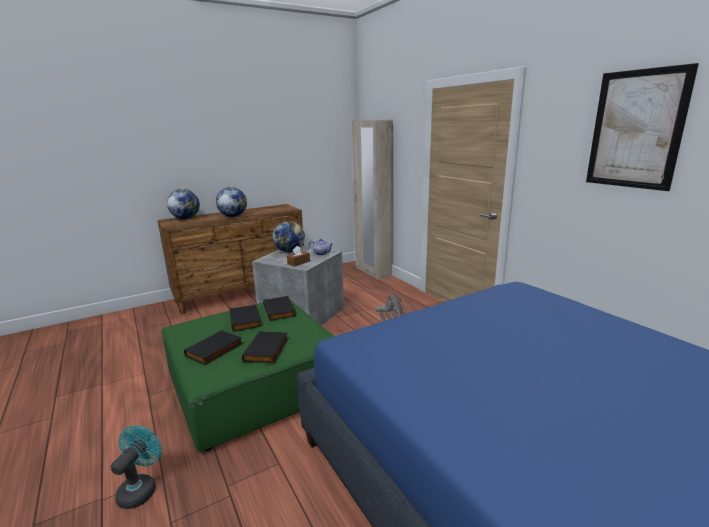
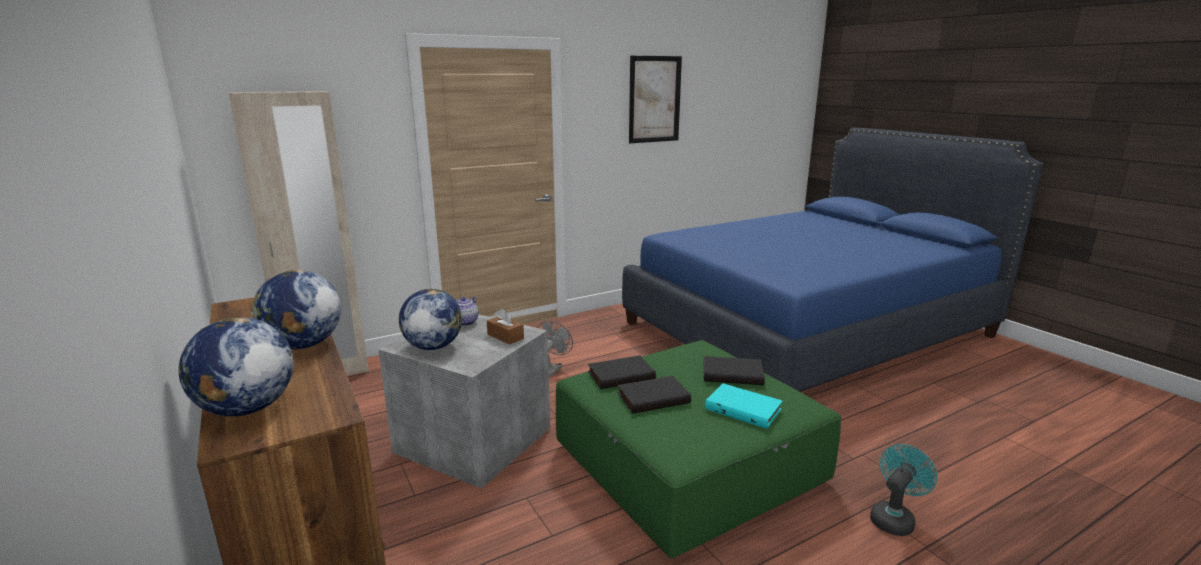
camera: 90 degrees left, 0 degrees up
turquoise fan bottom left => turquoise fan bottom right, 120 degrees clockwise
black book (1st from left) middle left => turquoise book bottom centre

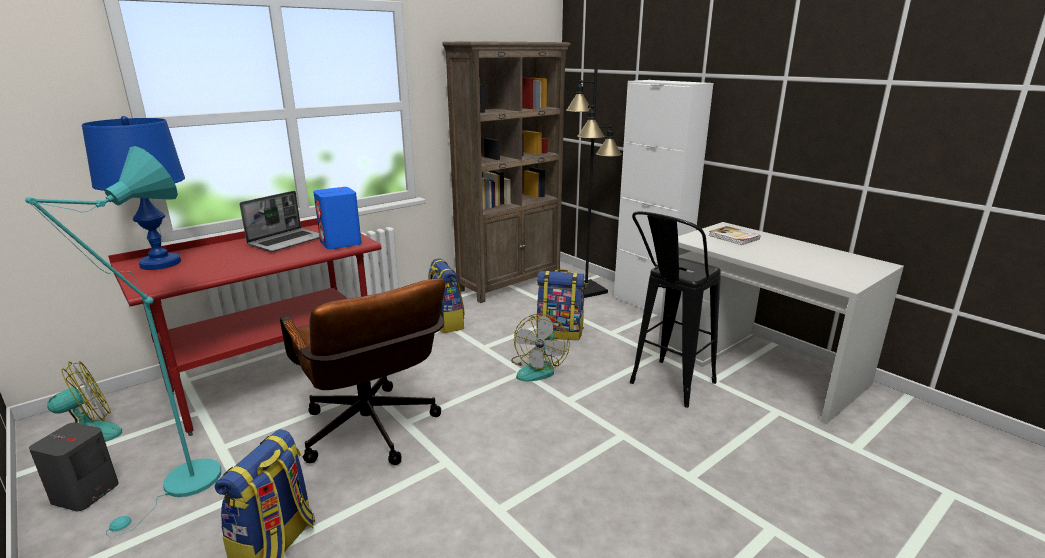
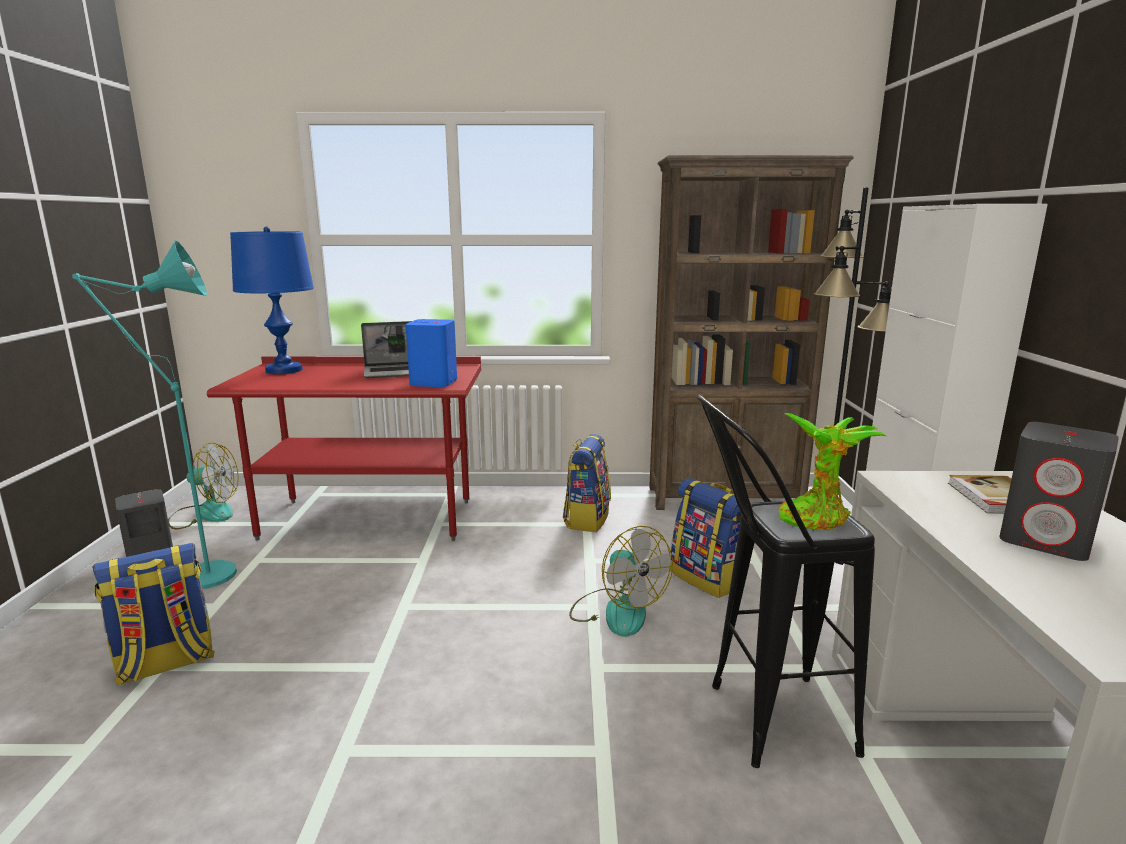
camera: 40 degrees right, 5 degrees down
brown office chair bottom centre => nothing
fan (2nd from left) centre => fan (2nd from left) bottom centre, 90 degrees counterclockwise
nothing => potted plant middle right
nothing => grey speaker (2nd from left) middle right

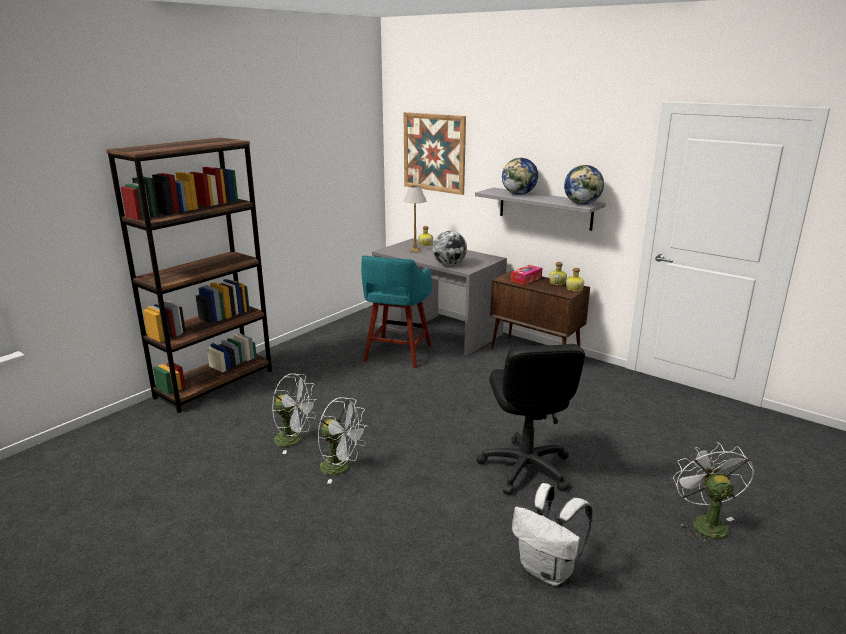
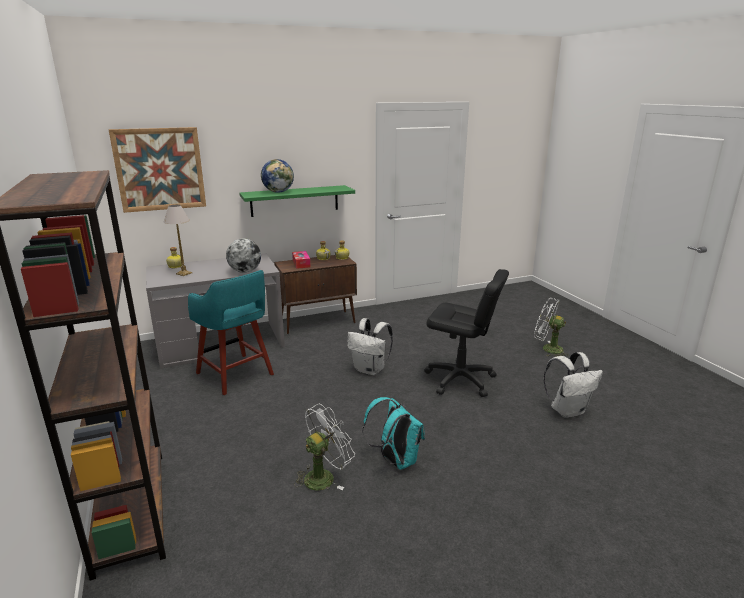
camera: 60 degrees left, 0 degrees up
white fan (2nd from left) bottom centre => turquoise backpack bottom centre
grey shelf top centre => green shelf centre
globe (3rd from left) top right => nothing
nothing => white backpack (1st from left) centre

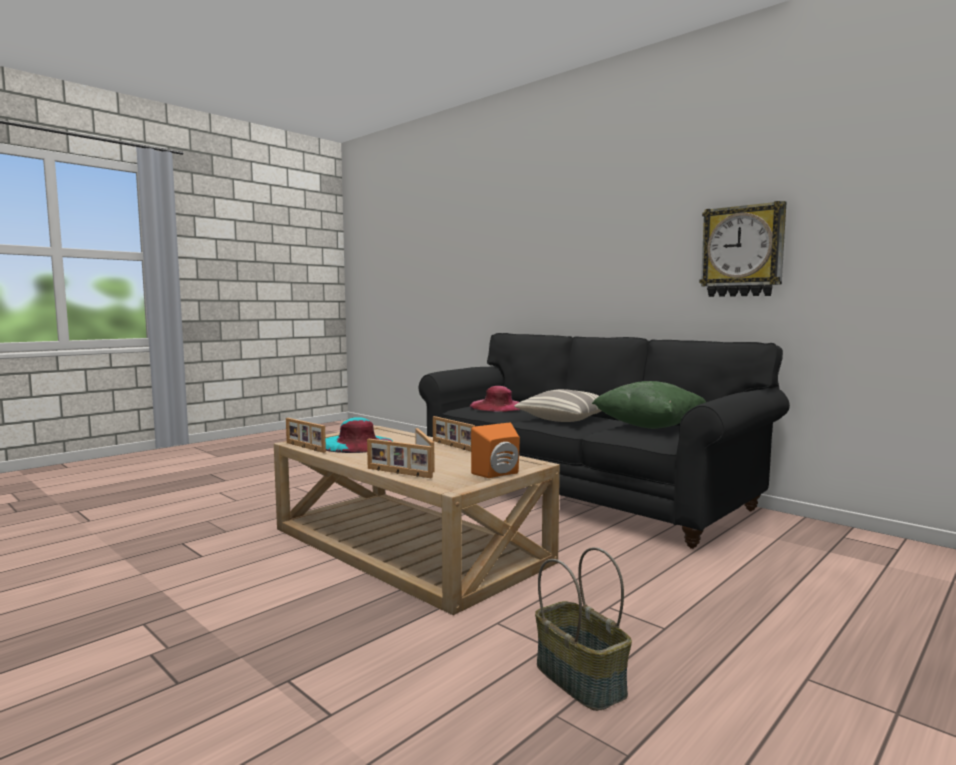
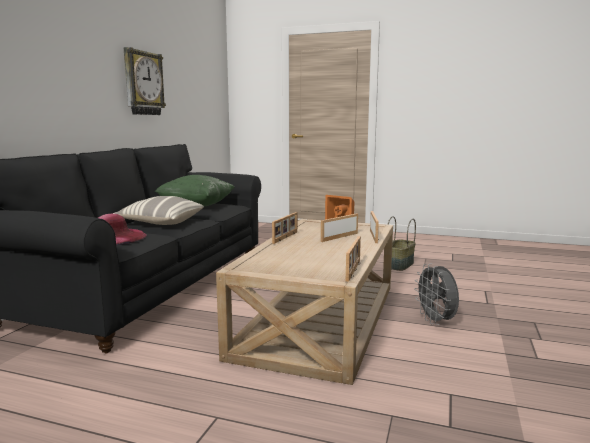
camera: 115 degrees left, 5 degrees up
turquoise hat centre => nothing
nothing => grey fan middle right

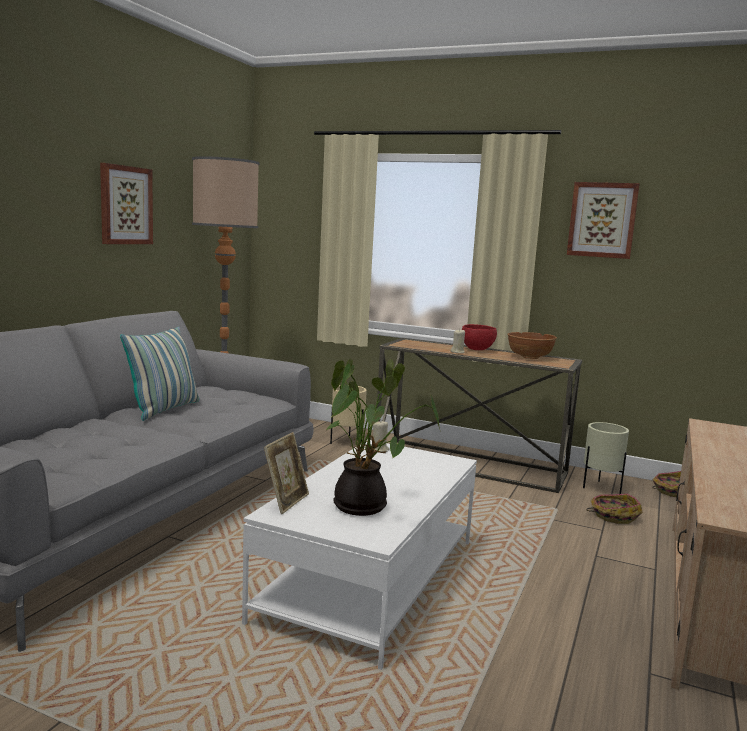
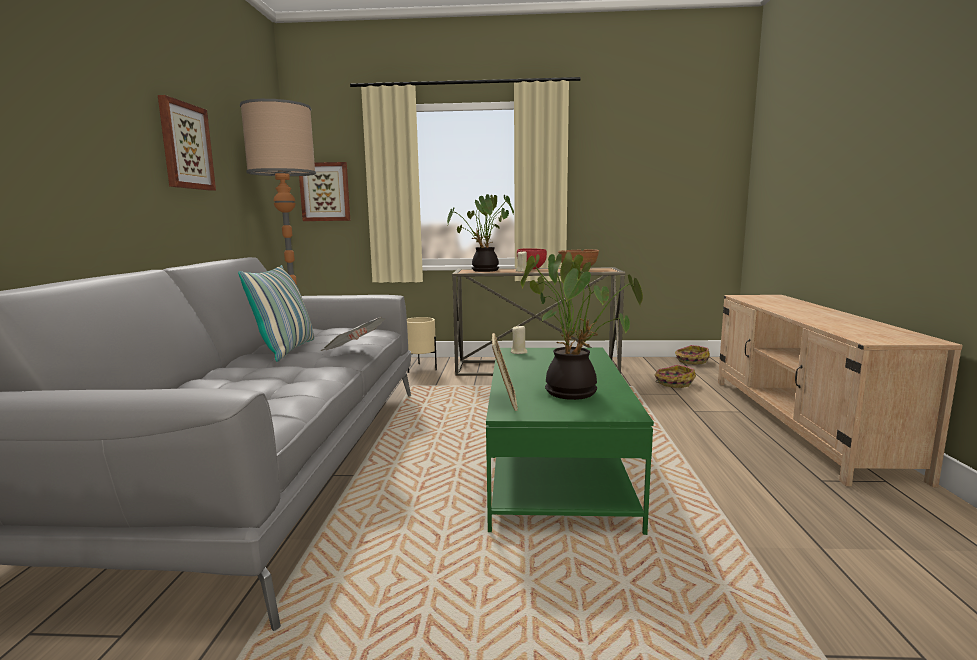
camera: 20 degrees left, 0 degrees up
white coffee table bottom centre => green coffee table bottom centre
picture (2nd from left) top right => picture (2nd from left) top left, moved
beige planter (2nd from left) middle right => nothing
nothing => newspaper centre
nothing => potted plant (1st from left) centre

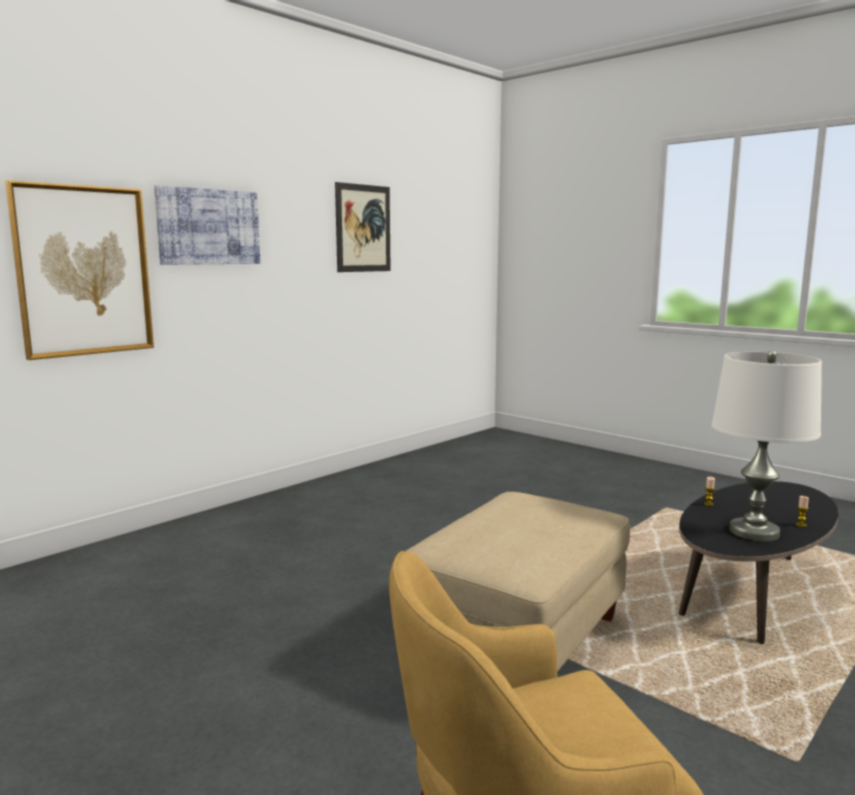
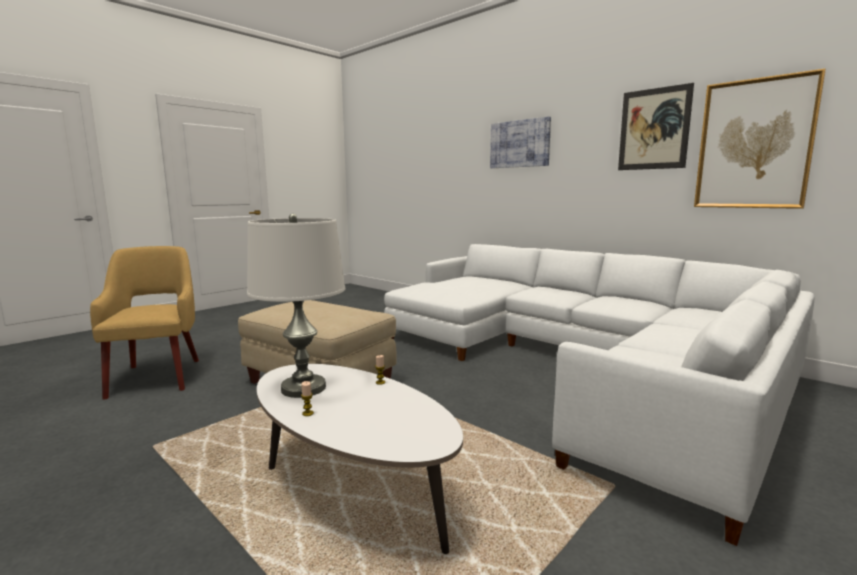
camera: 90 degrees right, 0 degrees up
picture (1st from left in the first image) middle left => picture (3rd from left) top right, moved
black coffee table bottom right => white coffee table bottom centre
nothing => white sofa bottom right

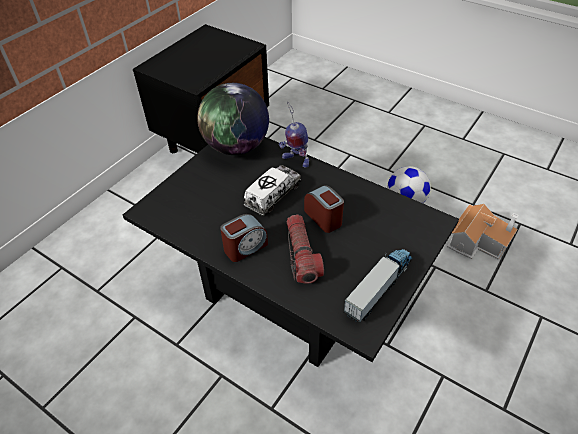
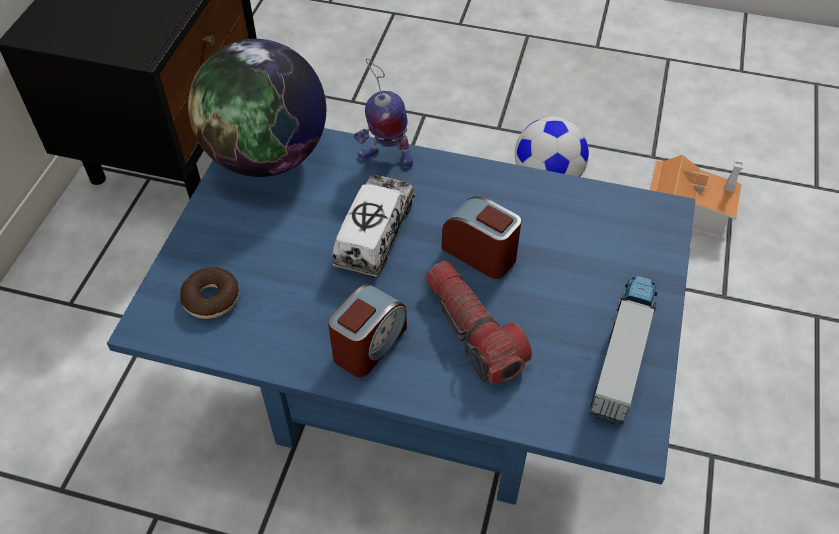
camera: 20 degrees left, 5 degrees up
black coffee table centre => blue coffee table centre
nothing => donut middle left

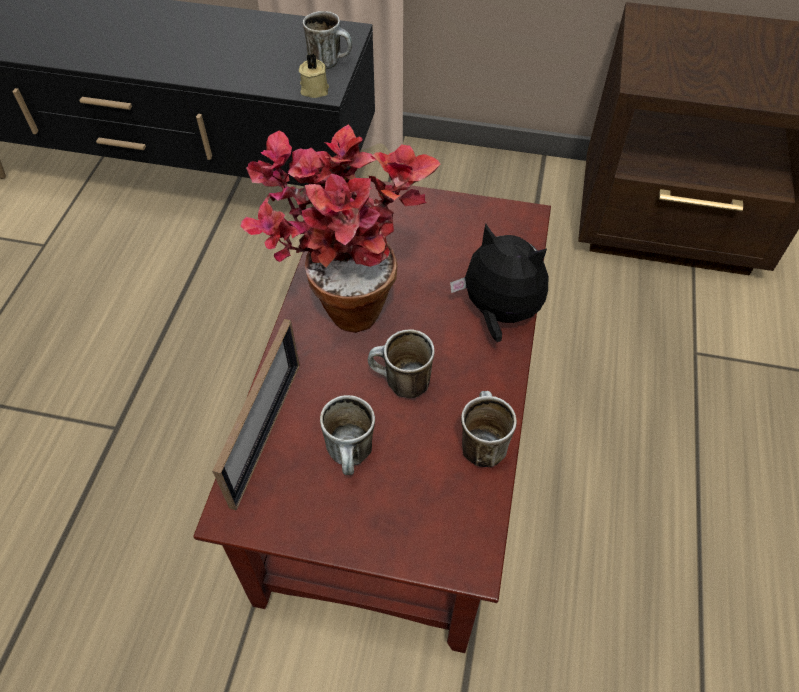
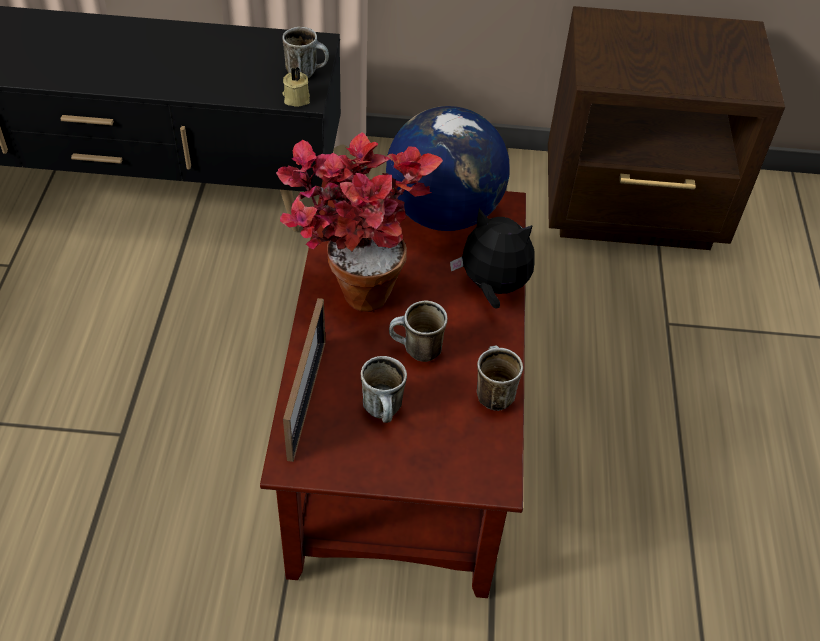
camera: 10 degrees left, 5 degrees down
nothing => globe top centre

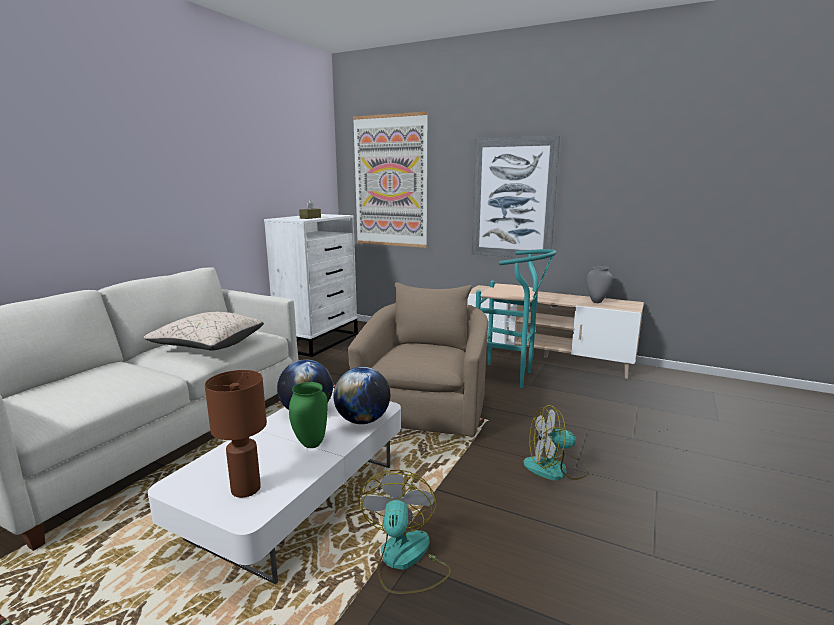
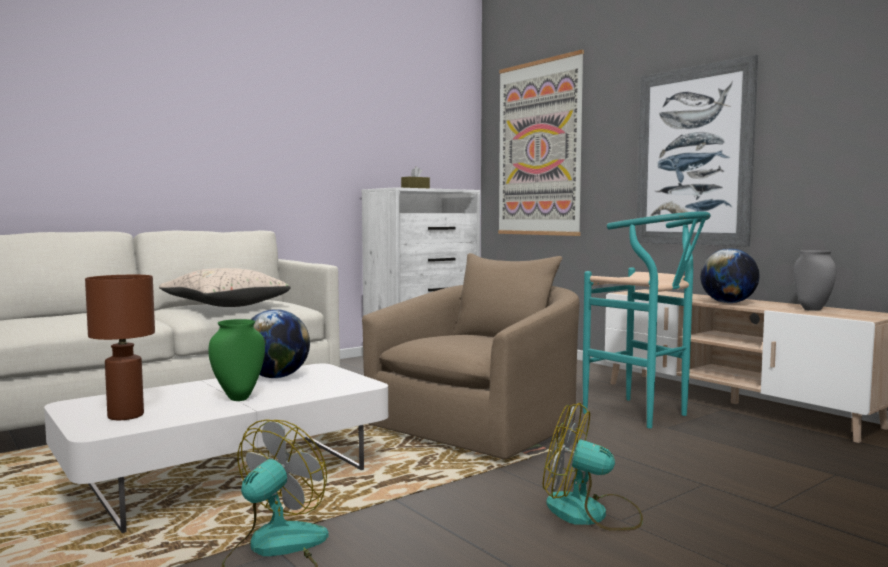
camera: 25 degrees right, 10 degrees down
globe (2nd from left) centre => globe (2nd from left) middle right, moved

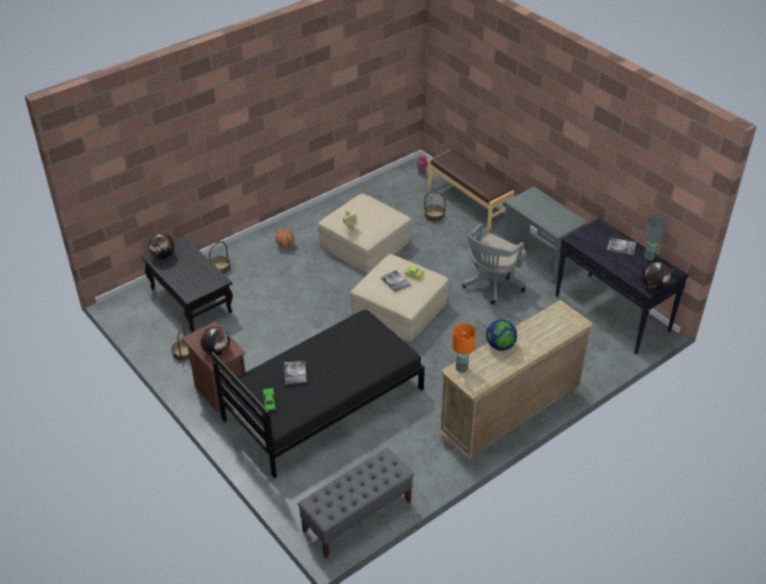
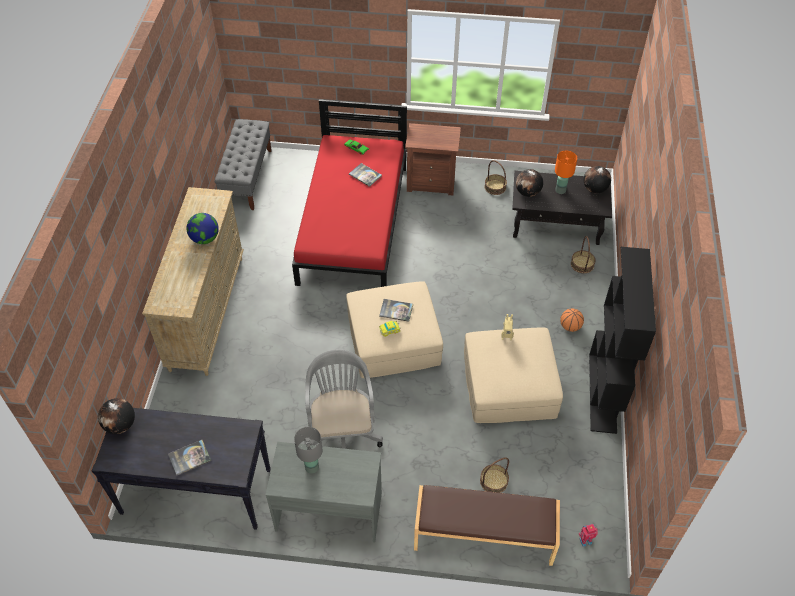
camera: 135 degrees right, 10 degrees up
globe (2nd from left in the first image) middle left => globe (3rd from left) top centre, moved
black bed bottom centre => red bed top centre
orange table lamp centre => orange table lamp top right, moved
grey table lamp middle right => grey table lamp bottom centre, moved
nothing => black bookcase middle right

